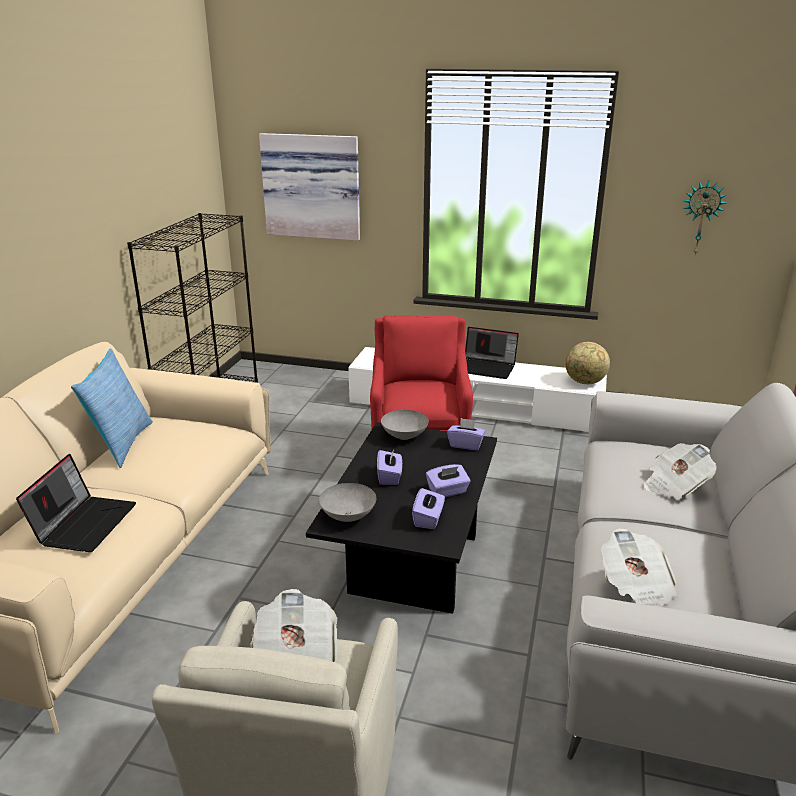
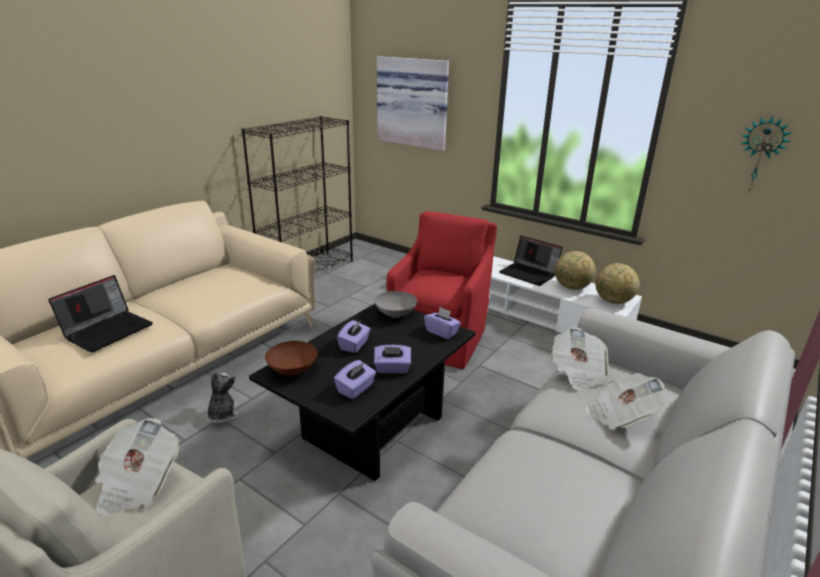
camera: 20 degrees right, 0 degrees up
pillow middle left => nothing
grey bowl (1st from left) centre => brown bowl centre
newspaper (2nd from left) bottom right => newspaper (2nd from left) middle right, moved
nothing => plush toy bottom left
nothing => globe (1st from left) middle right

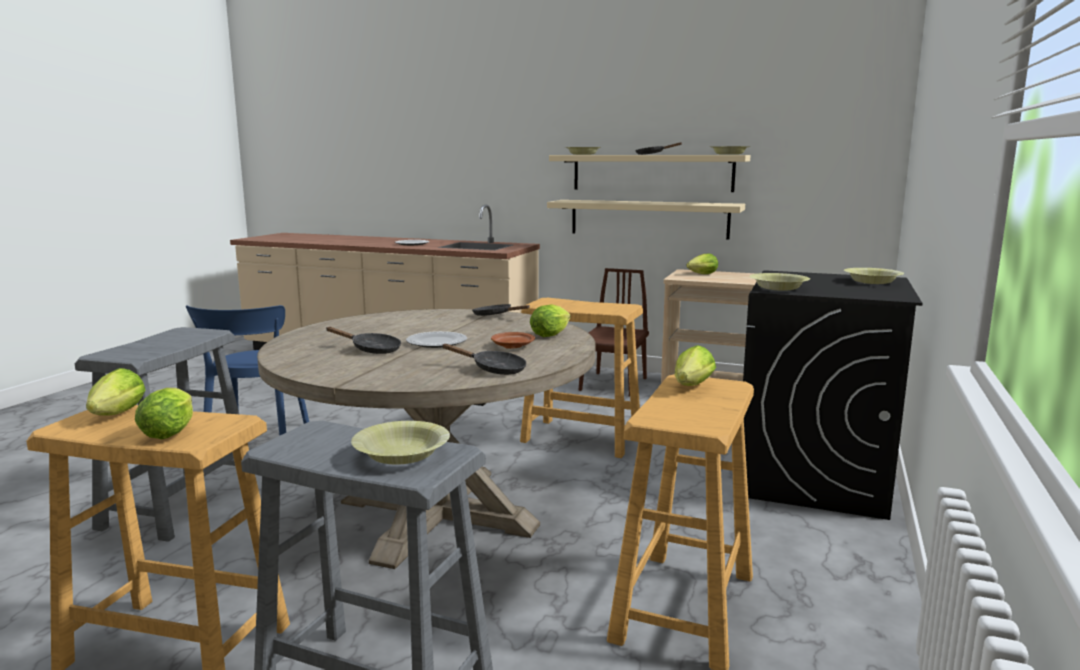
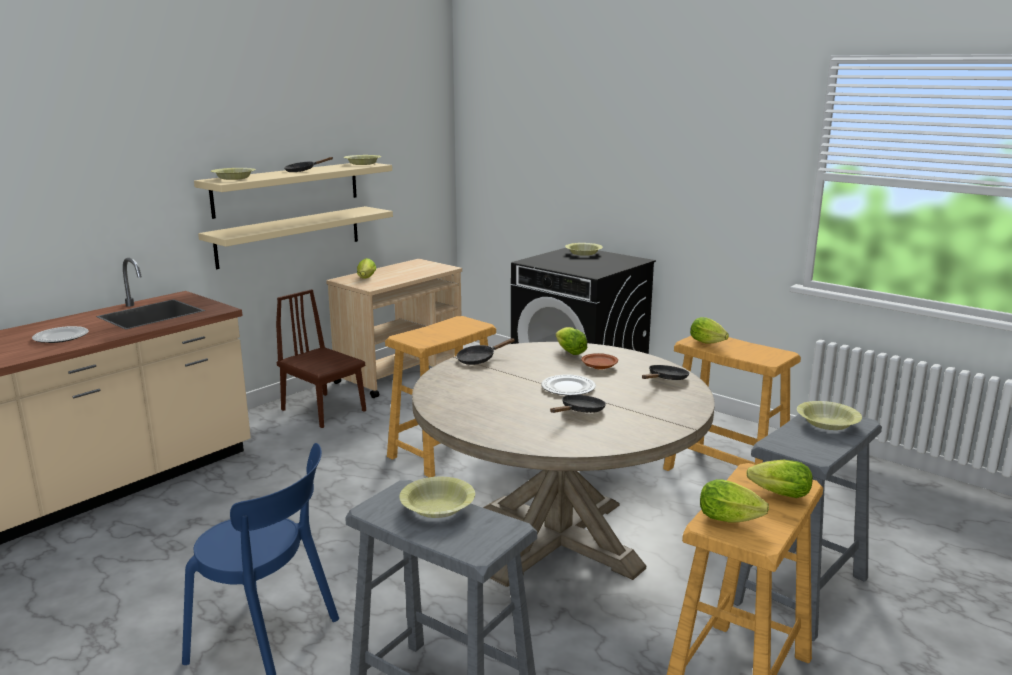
camera: 70 degrees left, 5 degrees up
yellow bowl (4th from left in the first image) middle right => yellow bowl (3rd from left) bottom centre, moved

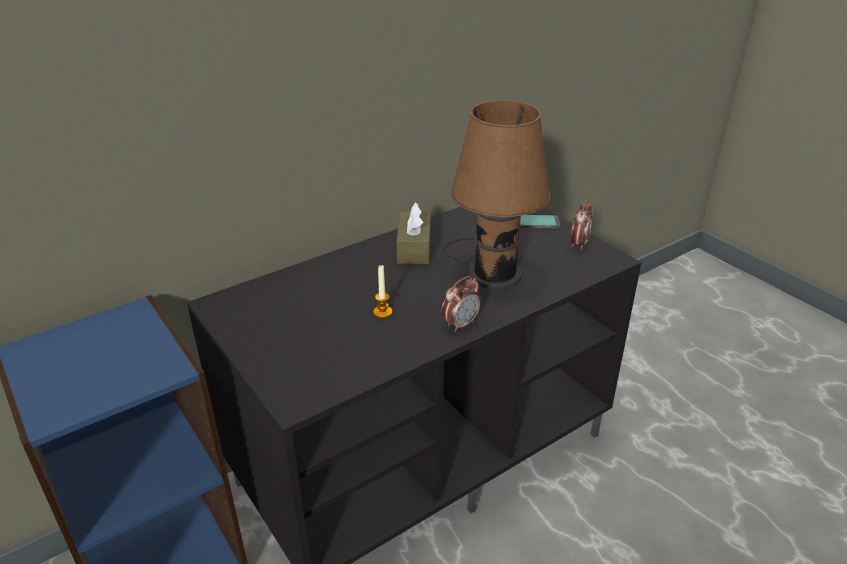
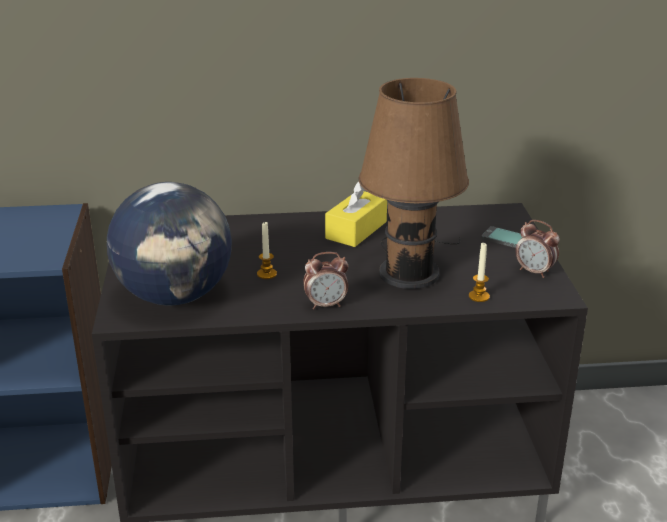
camera: 30 degrees right, 5 degrees down
brown tissue box centre => yellow tissue box centre
alarm clock (2nd from left) middle right, 75 degrees clockwise
nothing => globe middle left
nothing => candle (2nd from left) middle right

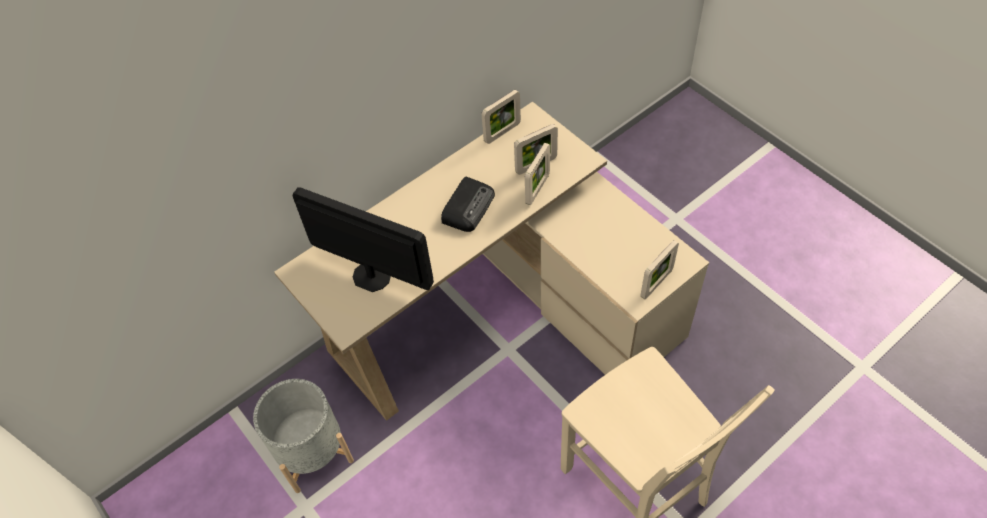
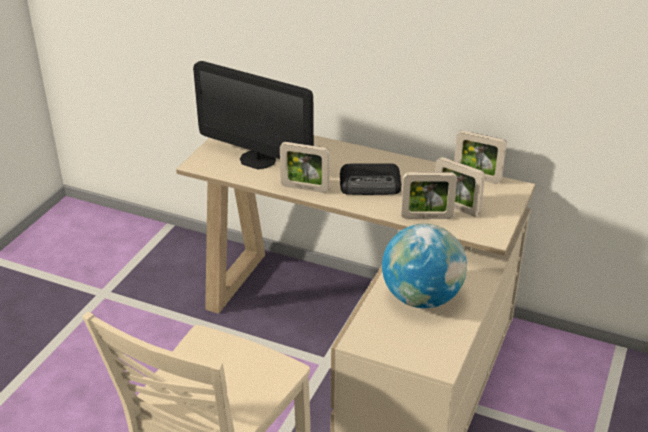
camera: 60 degrees right, 20 degrees down
grey planter bottom left => nothing
monitor centre => monitor top centre, 120 degrees clockwise
picture frame (4th from left in the first image) middle right => picture frame (1st from left) centre, moved
nothing => globe centre

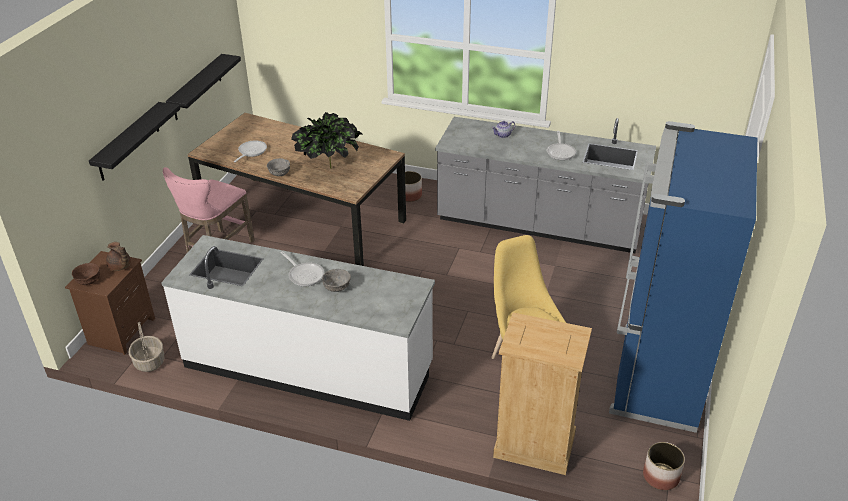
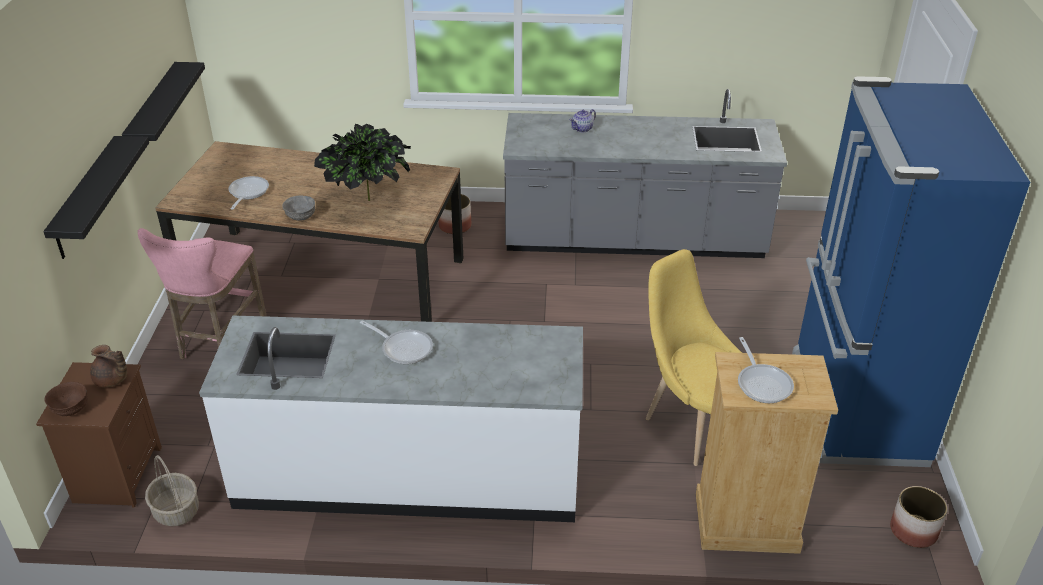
camera: 15 degrees left, 0 degrees up
grey bowl (2nd from left) centre => nothing
frying pan (3rd from left) top centre => frying pan (3rd from left) middle right, moved

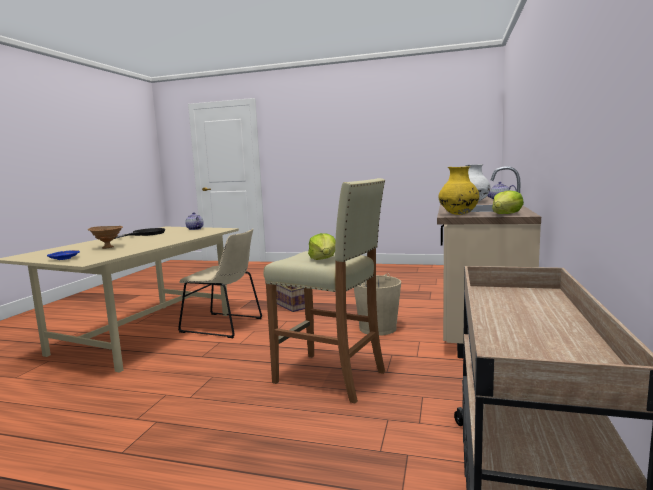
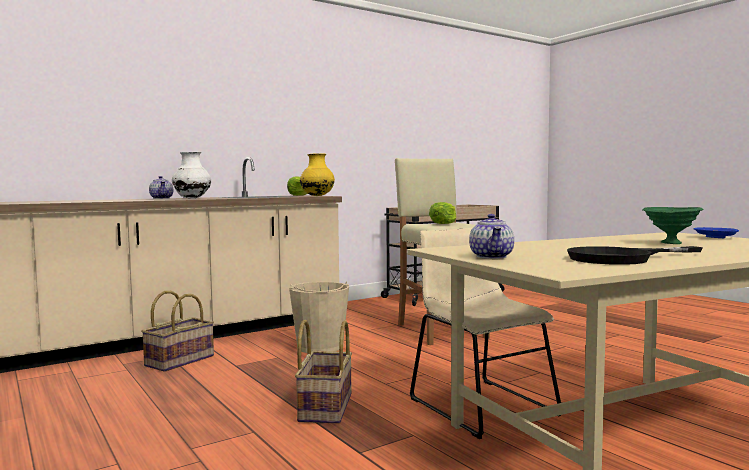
camera: 140 degrees left, 5 degrees down
brown bowl middle left => green bowl middle right
nothing => basket (1st from left) bottom left

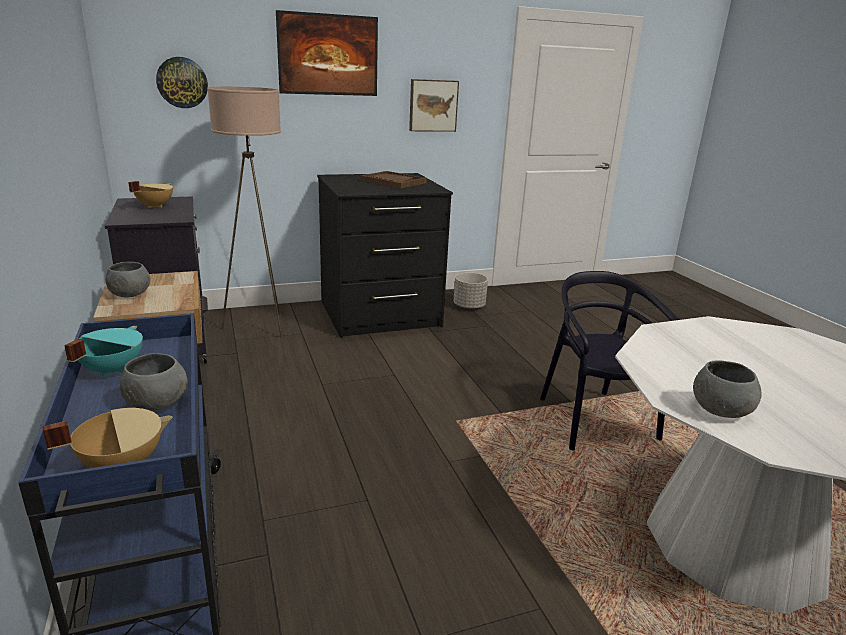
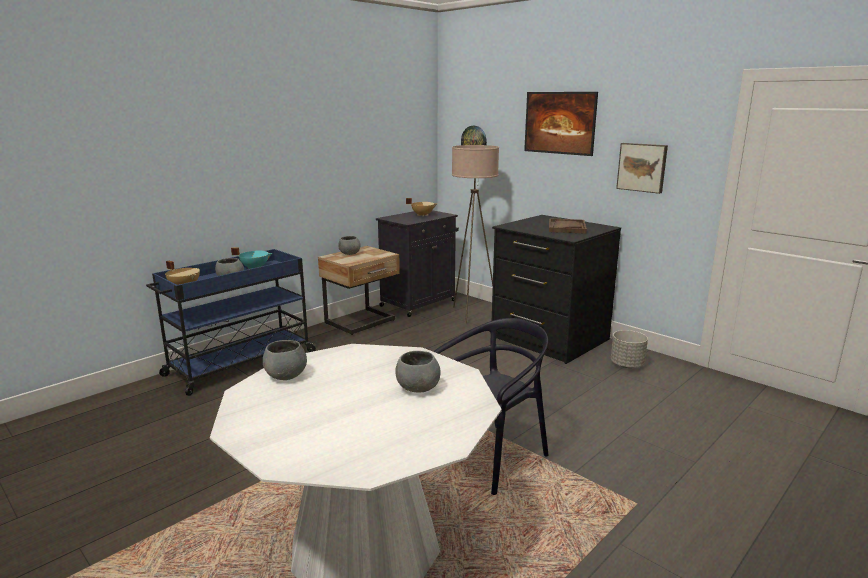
camera: 65 degrees right, 5 degrees down
nothing => grey bowl (4th from left) centre

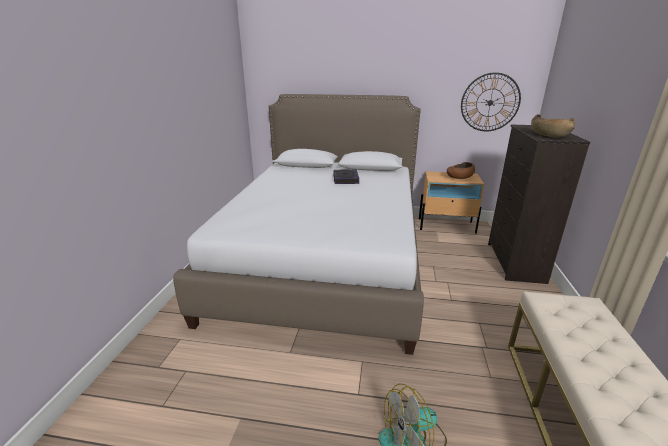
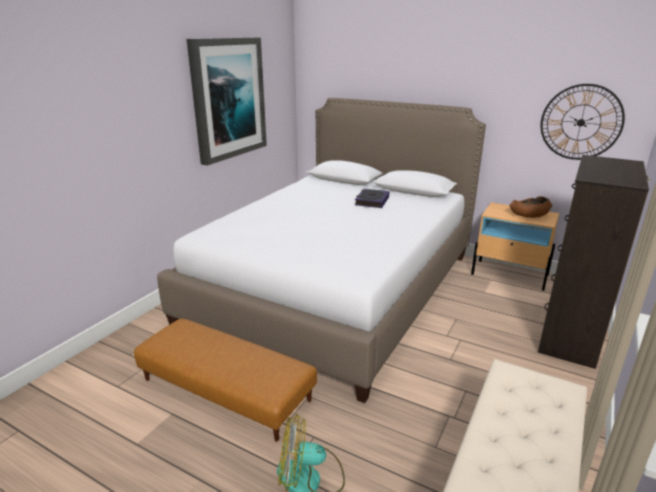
camera: 20 degrees right, 0 degrees up
brown bowl (2nd from left) top right => nothing
nothing => brown ottoman bottom centre
nothing => picture top centre

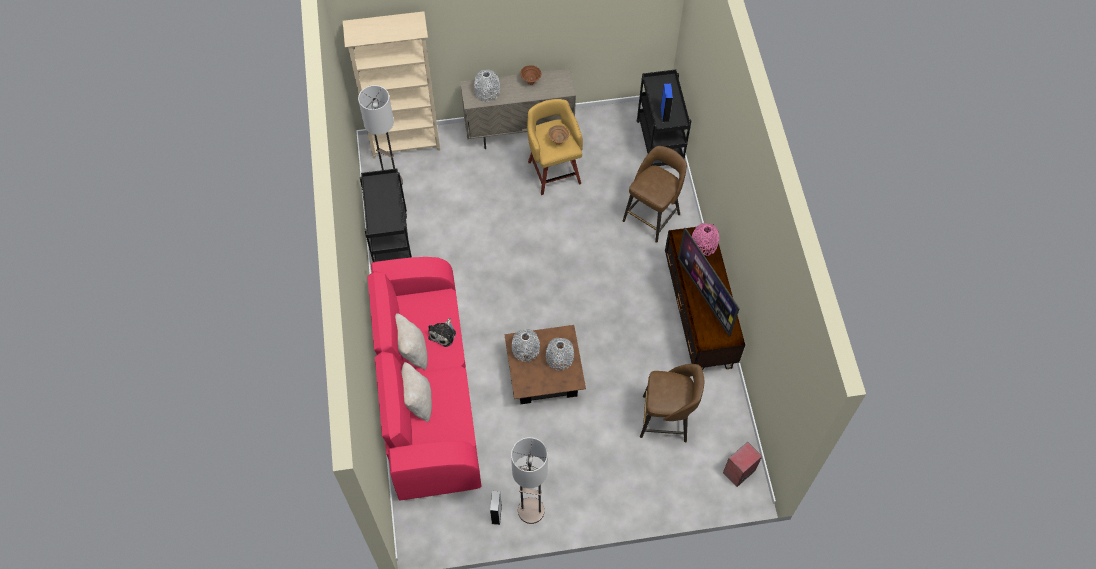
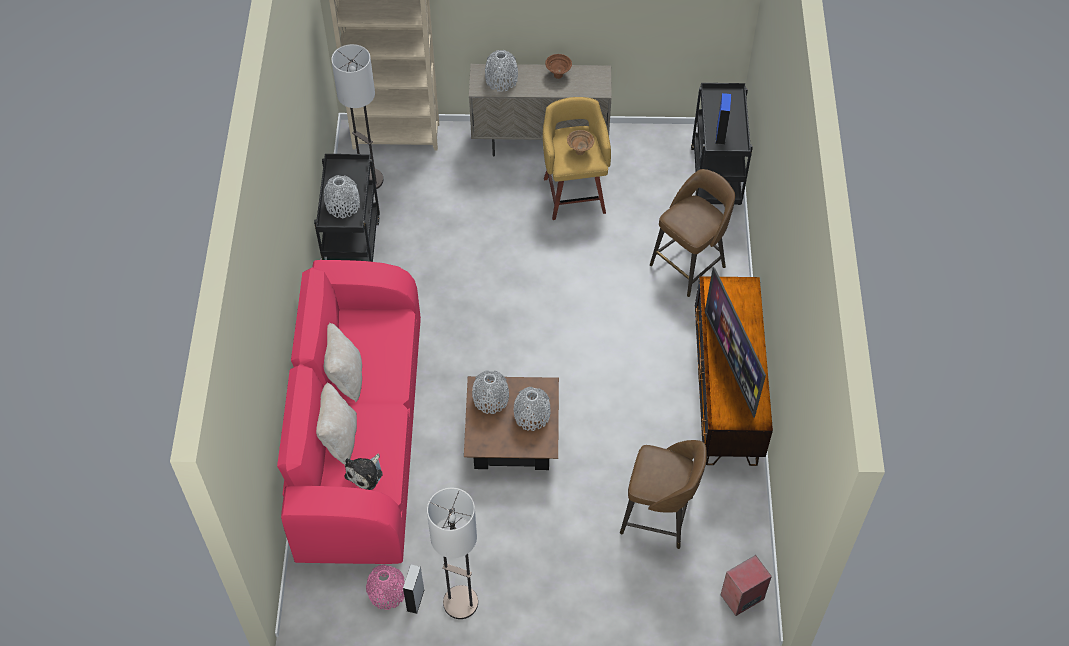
camera: 10 degrees right, 5 degrees down
plush toy centre => plush toy bottom centre, moved
pink vase centre => pink vase bottom centre, moved
nothing => grey vase (1st from left) top left

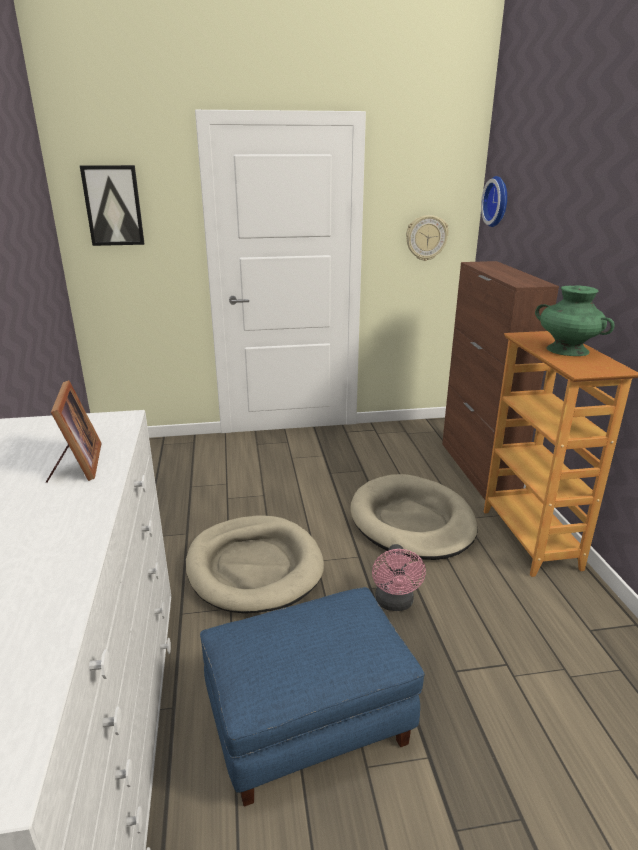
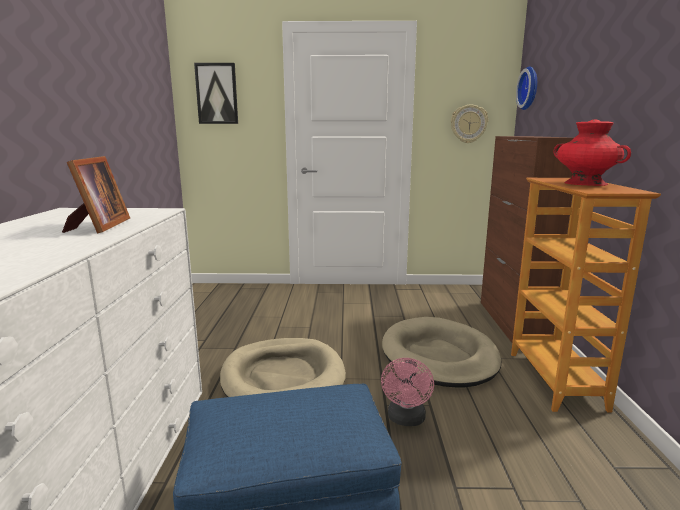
camera: 10 degrees right, 10 degrees down
green vase middle right => red vase top right

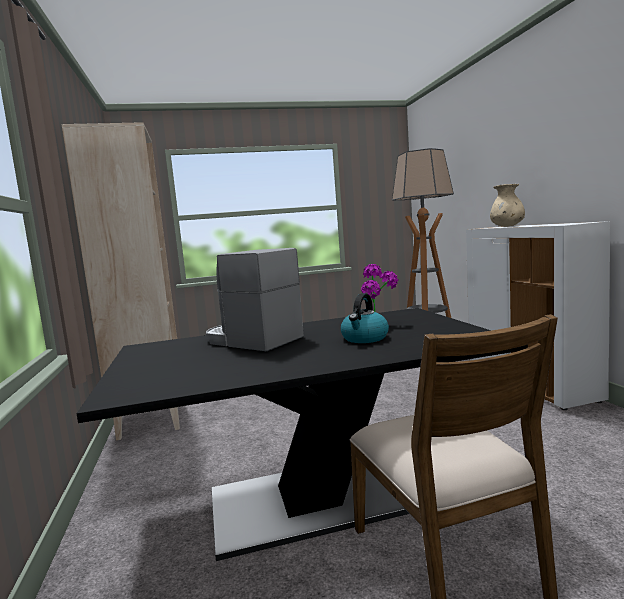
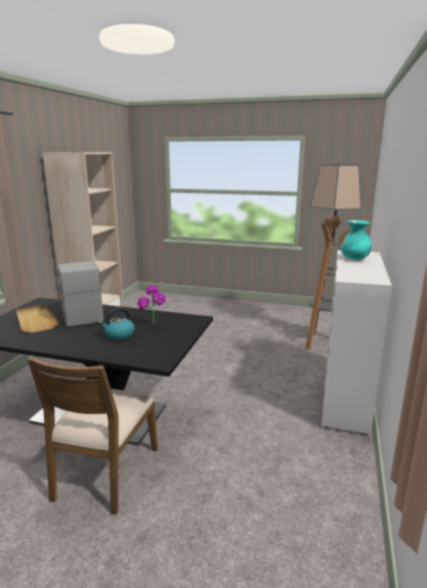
camera: 30 degrees right, 10 degrees up
beige vase middle right => turquoise vase middle right
nothing => beige tray middle left

